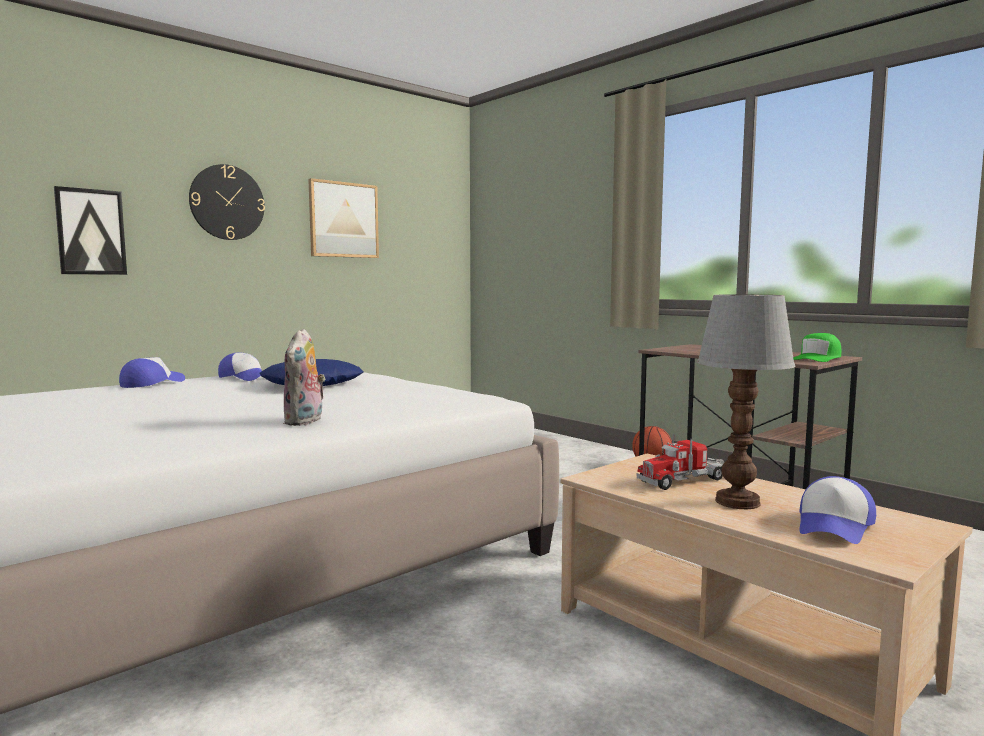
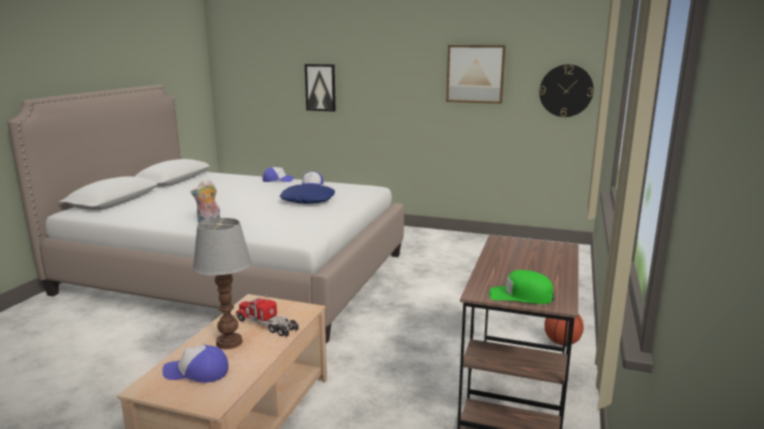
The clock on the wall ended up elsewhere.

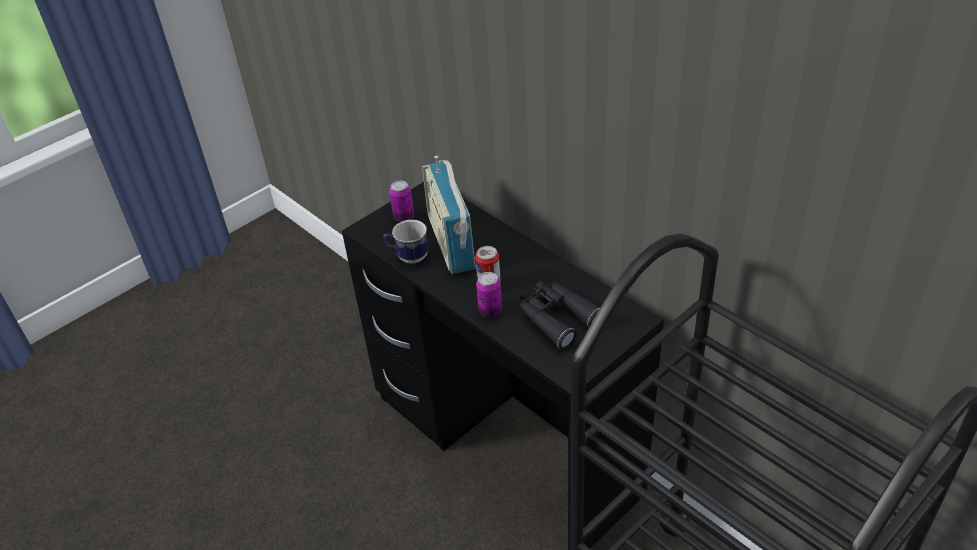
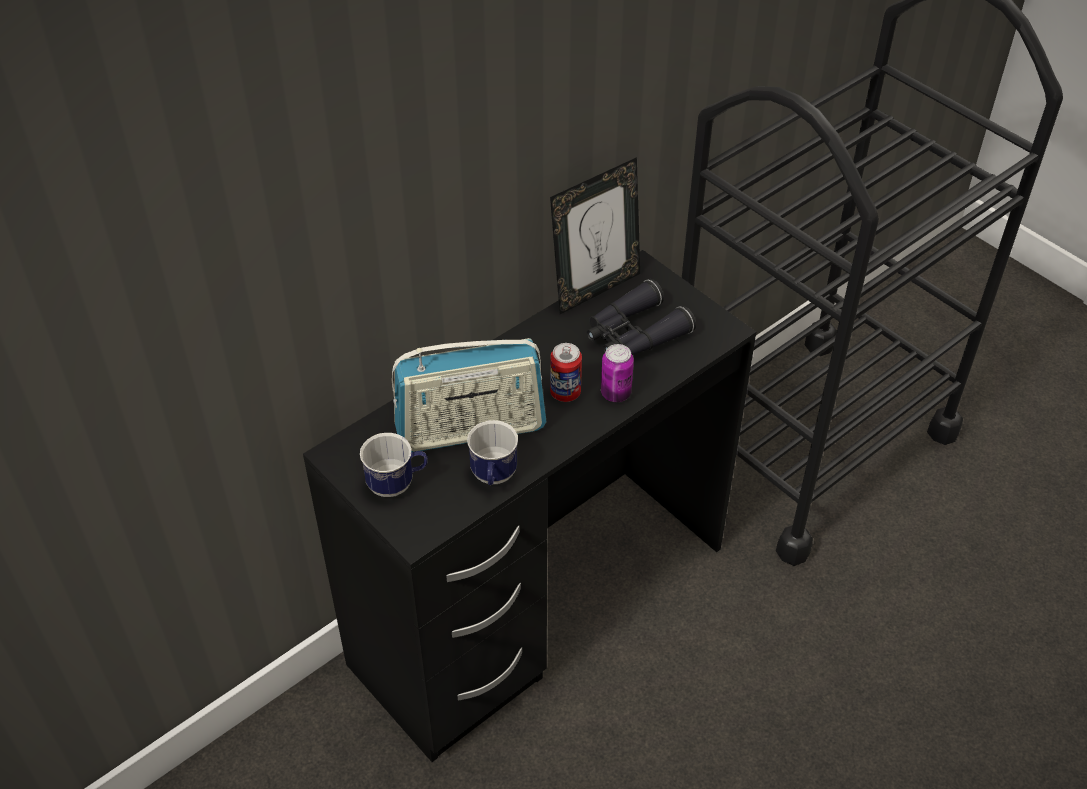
The second view gained the photo frame. Where the sealed can (1st from left) stood, the mug (1st from left) came to stand.

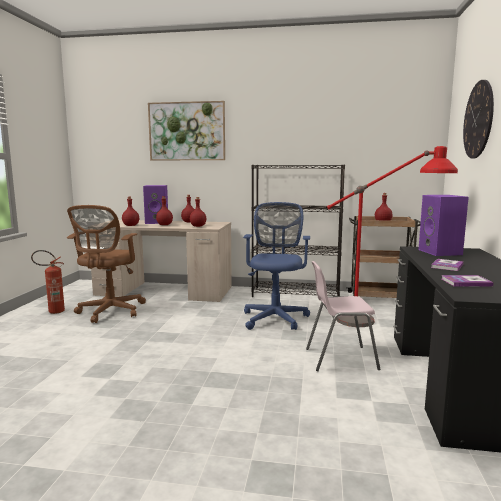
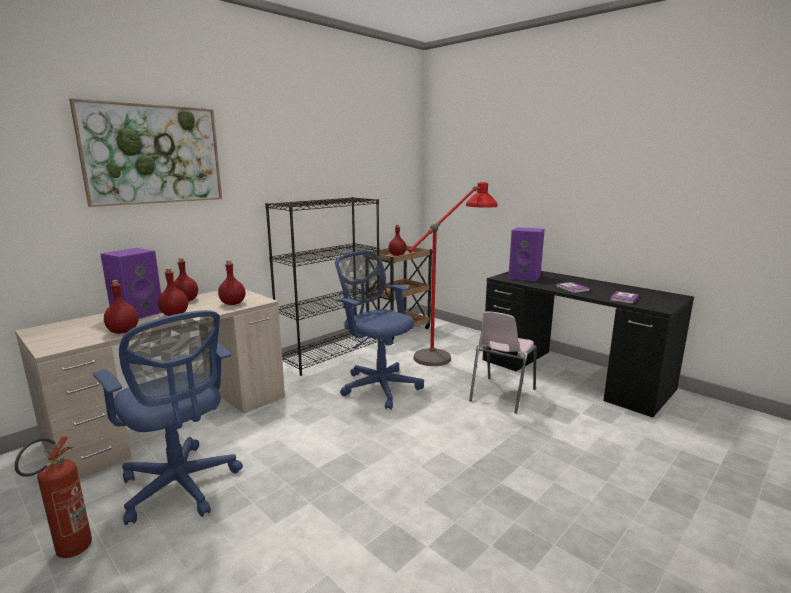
The second view lost the clock on the wall. What was the desk chair (brown-coloured) turned into the desk chair (blue-coloured) (1st from left).

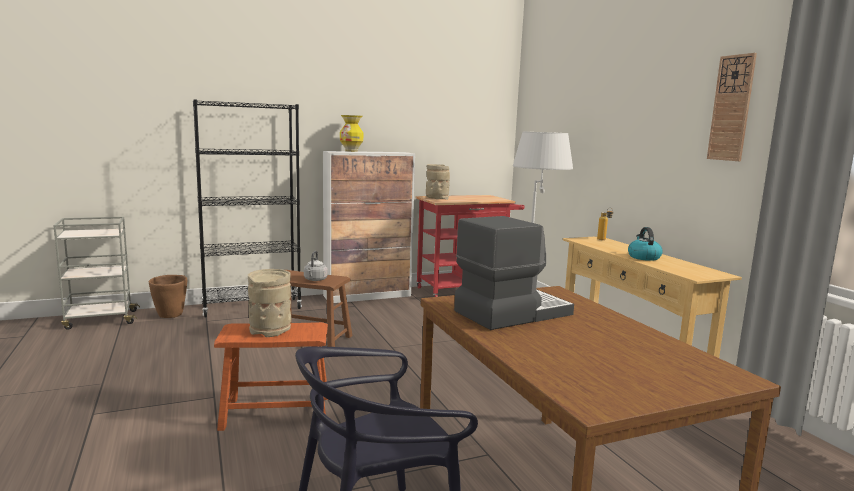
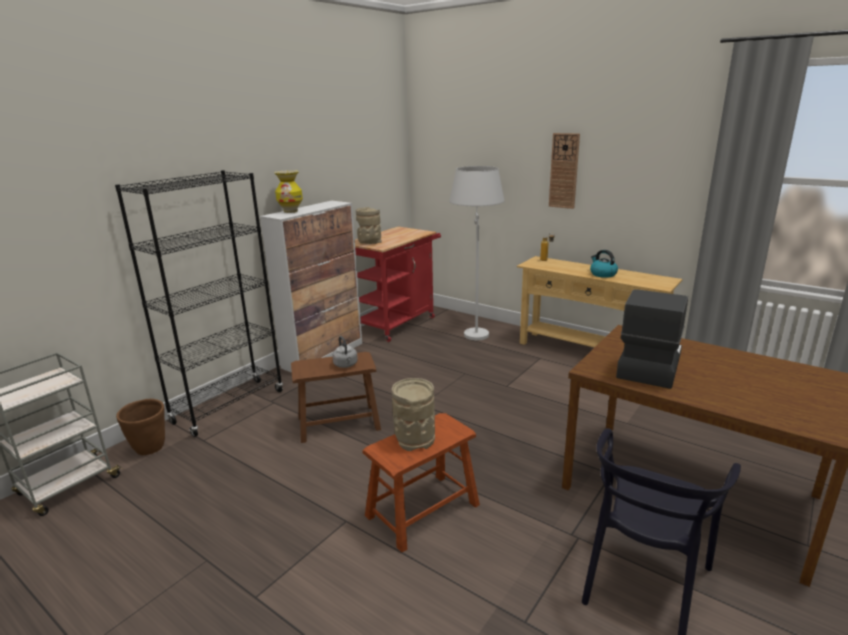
The clock on the wall ended up elsewhere.

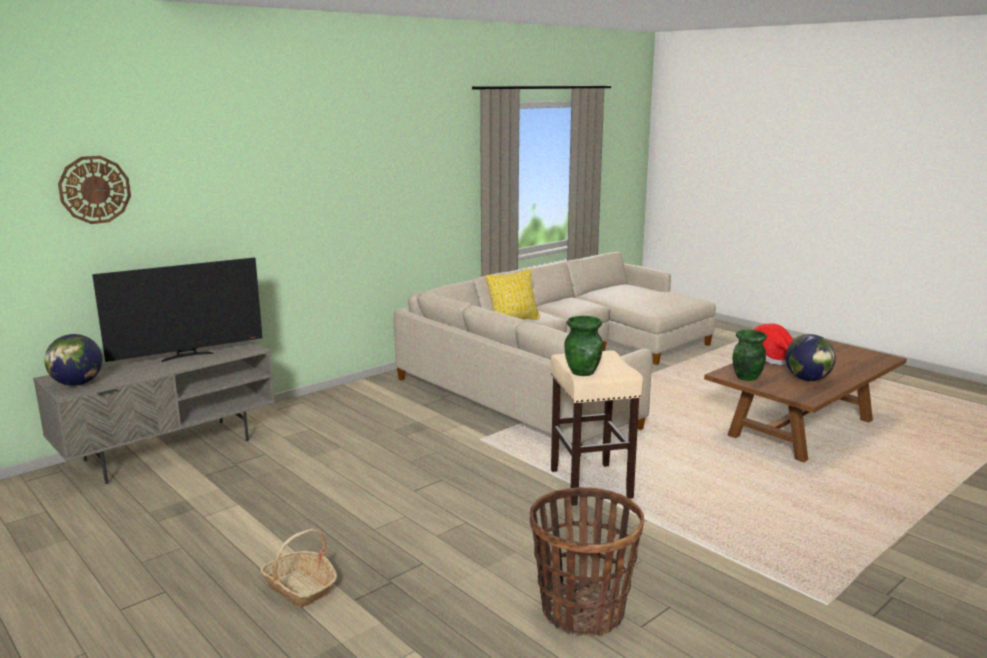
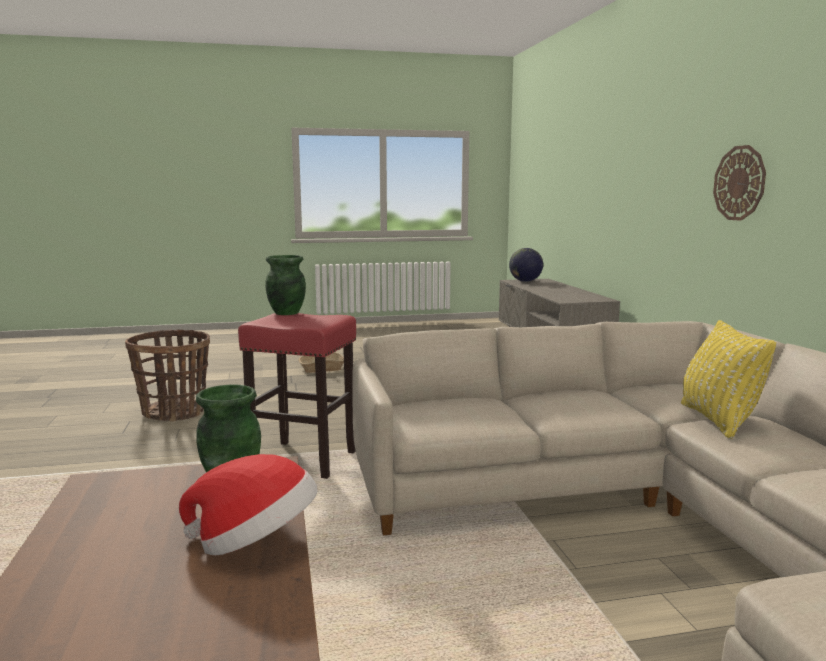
The second view lost the TV set. The second view lost the world globe (2nd from left). The clock on the wall ended up elsewhere. What was the stool seat (beige) turned into the stool seat (red).

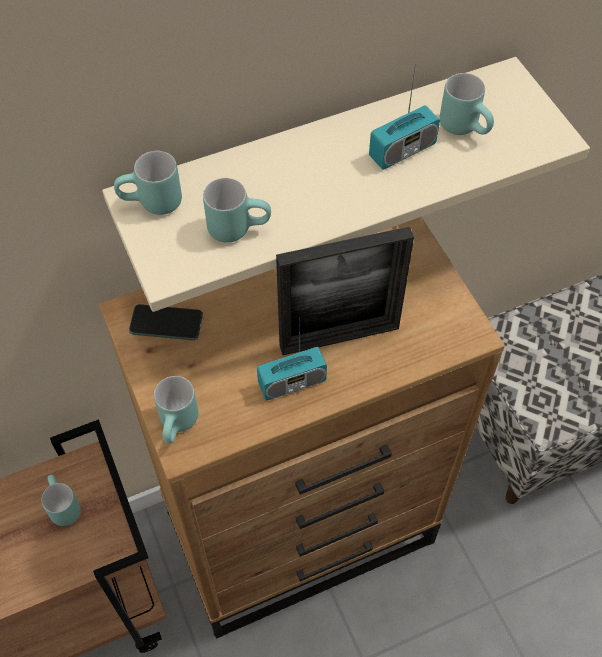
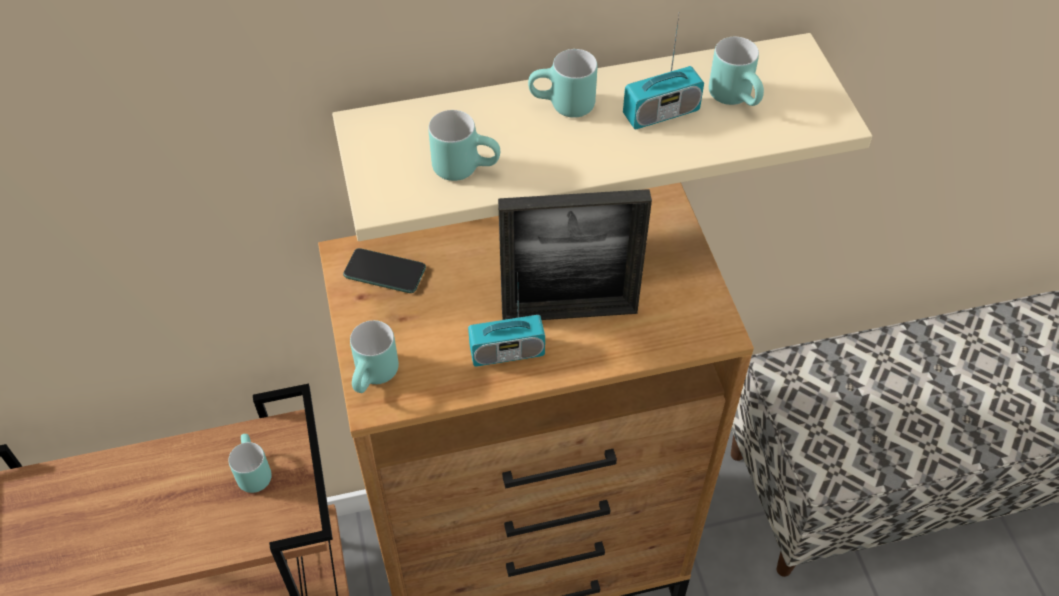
The mug (blue-green) (2nd from left in the first image) ended up elsewhere.

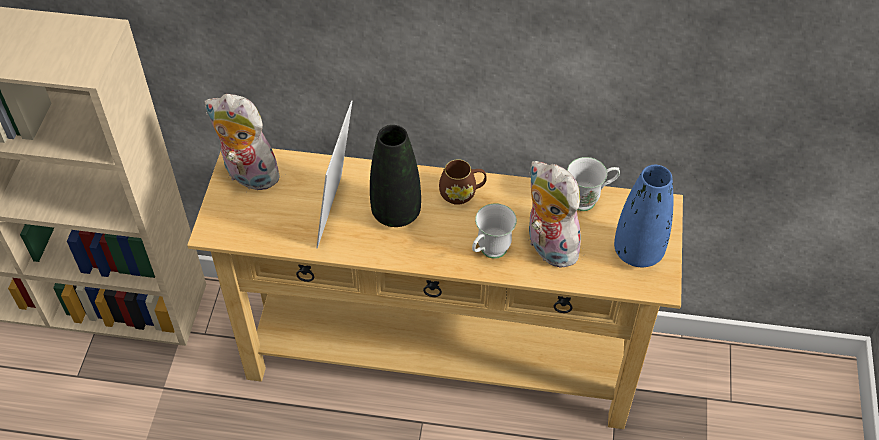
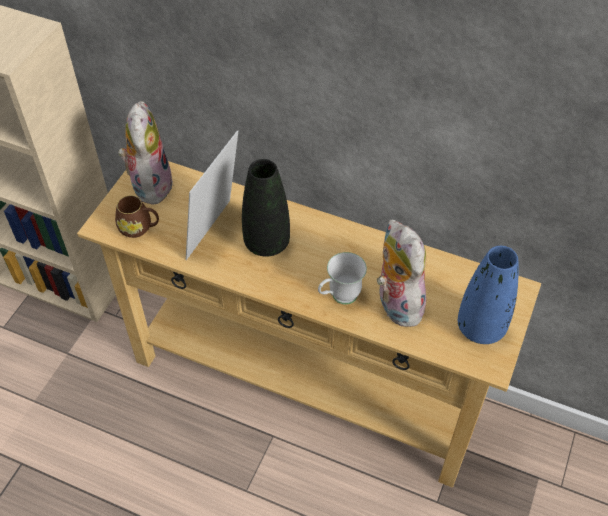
The second view lost the mug (white-coloured) (2nd from left). The mug (brown-coloured) ended up elsewhere. The cuddly toy (1st from left) ended up facing another way, 45 degrees clockwise from before.

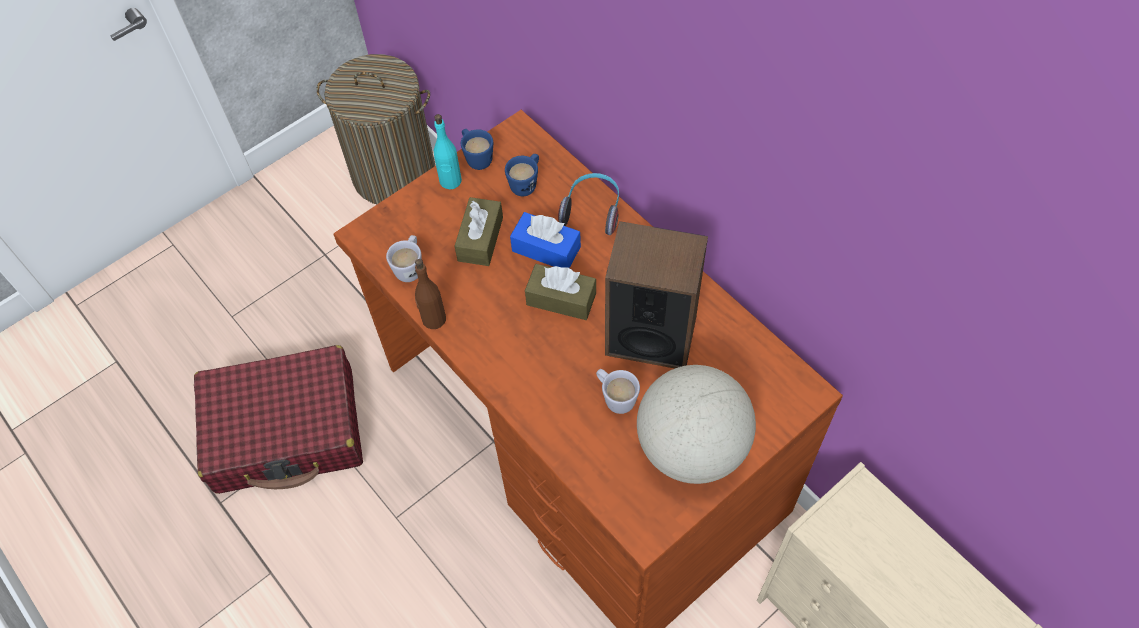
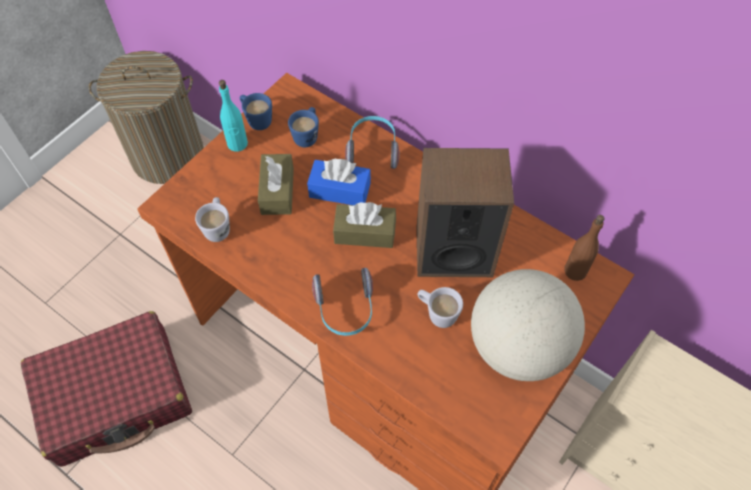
The second view gained the headset (1st from left). The drink bottle (brown-coloured) ended up elsewhere.

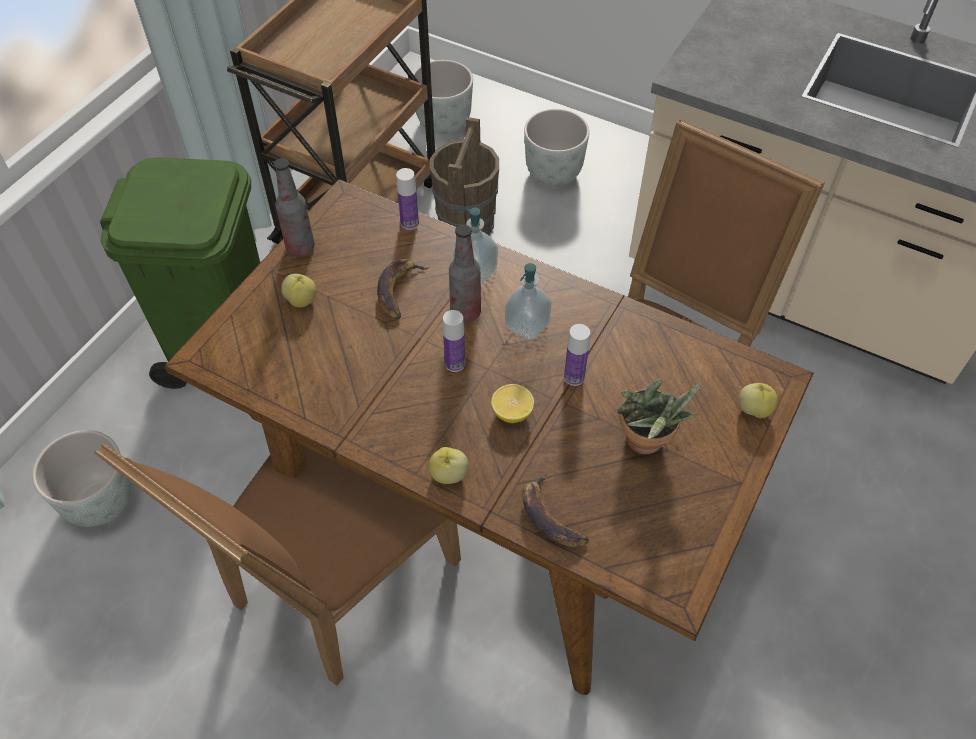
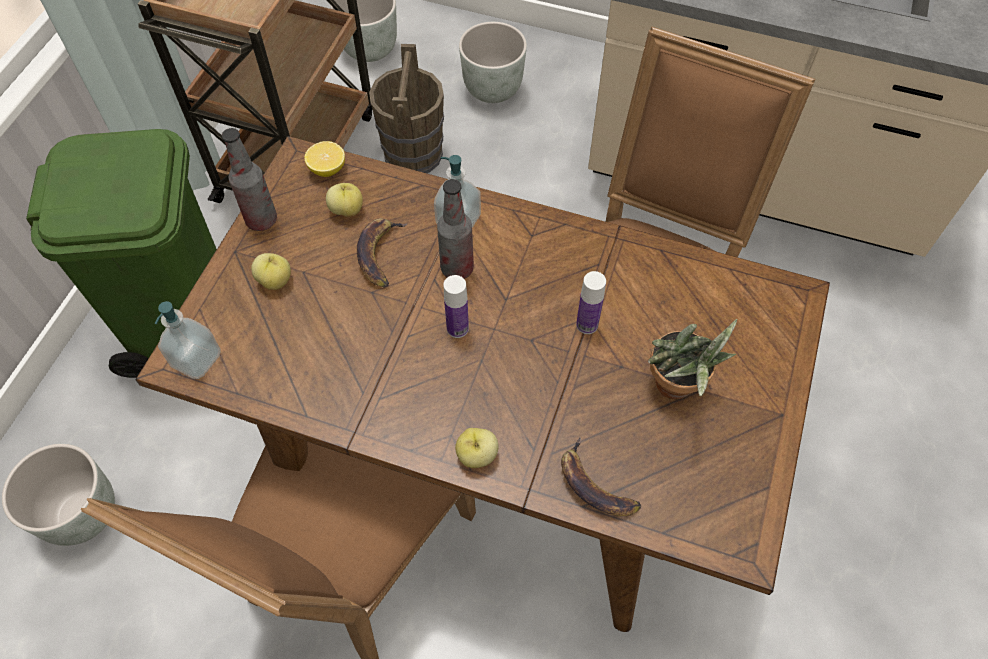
The second view lost the drink bottle (2nd from left). The whole lemon ended up elsewhere. The soap dispenser (2nd from left in the first image) ended up elsewhere. The apple (3rd from left in the first image) ended up elsewhere.

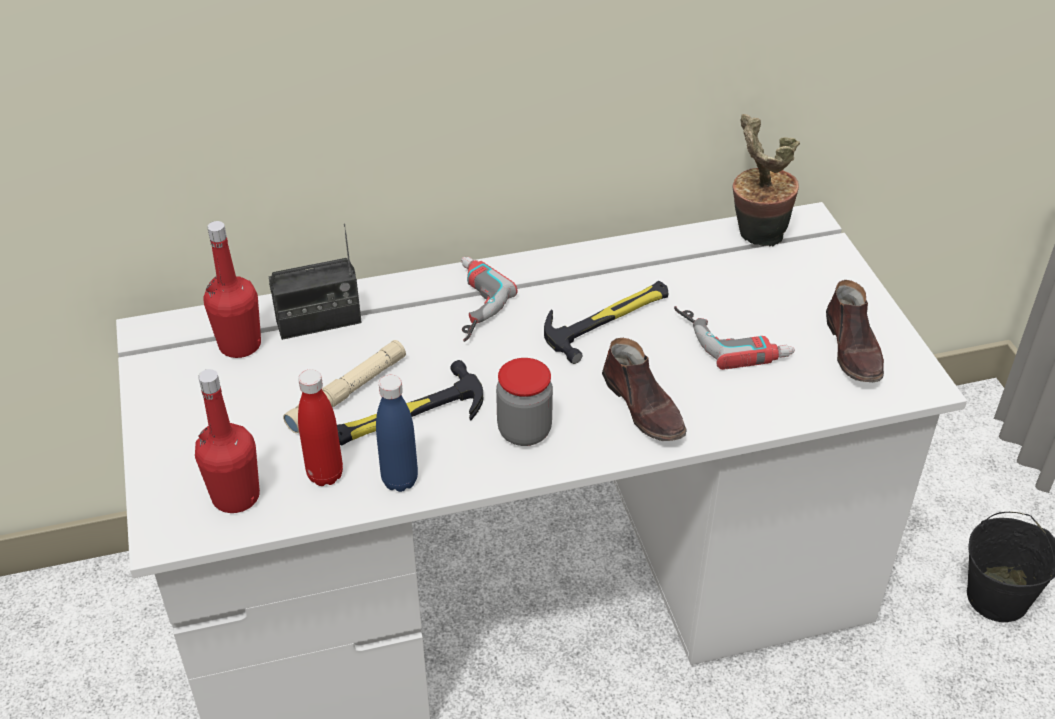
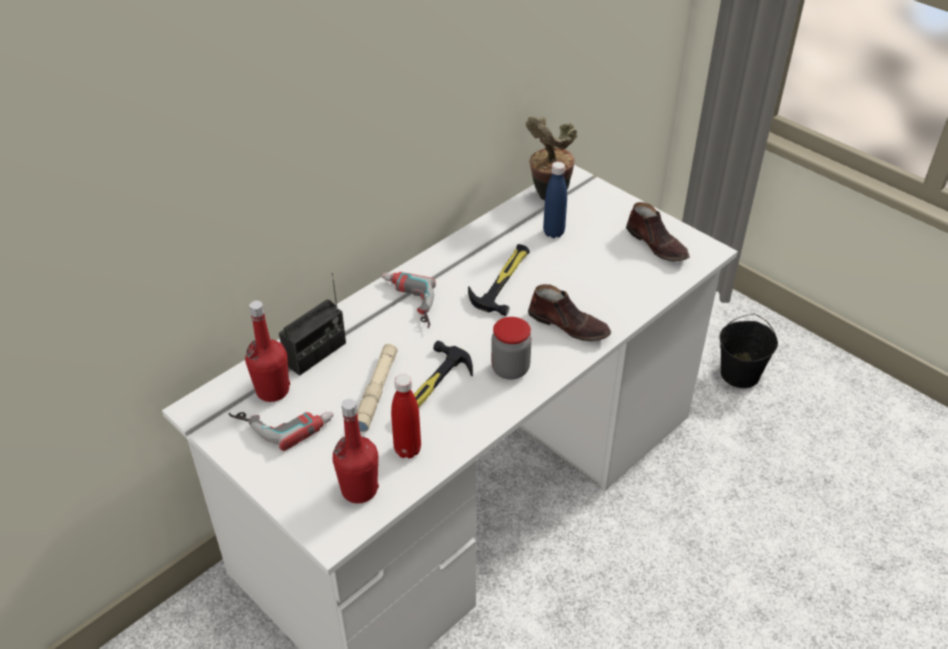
The drink bottle (blue-coloured) ended up elsewhere. The power drill (2nd from left in the first image) ended up elsewhere.

